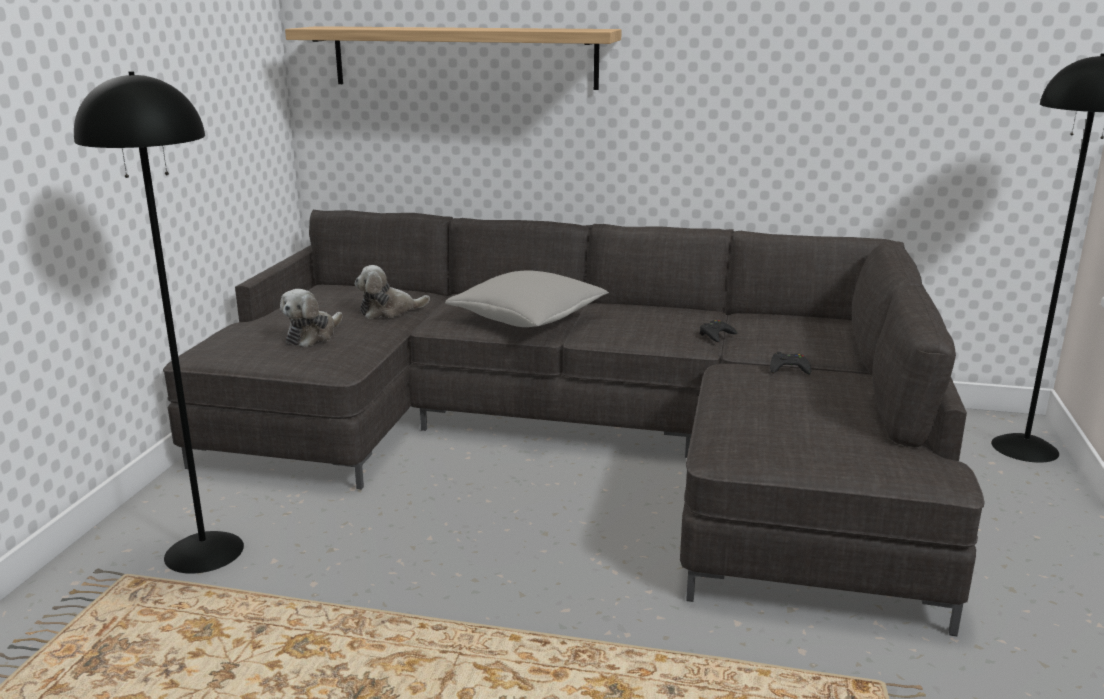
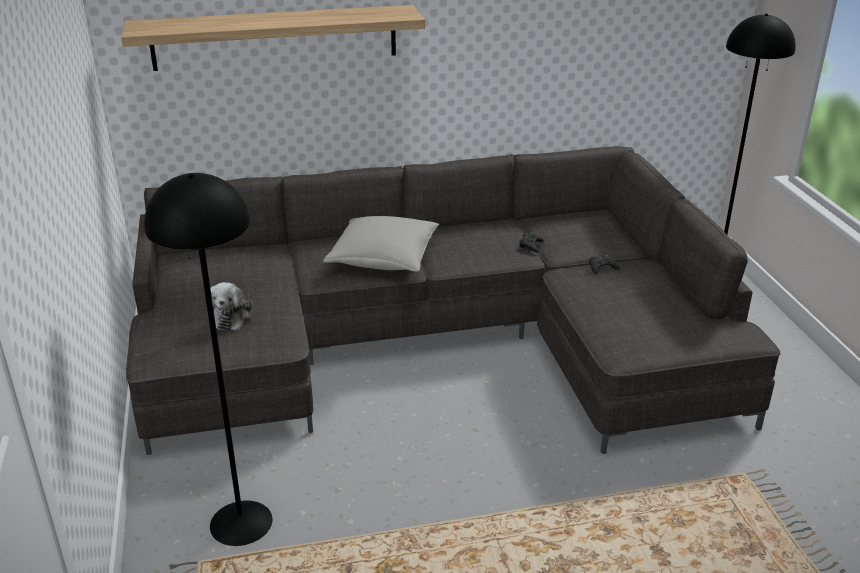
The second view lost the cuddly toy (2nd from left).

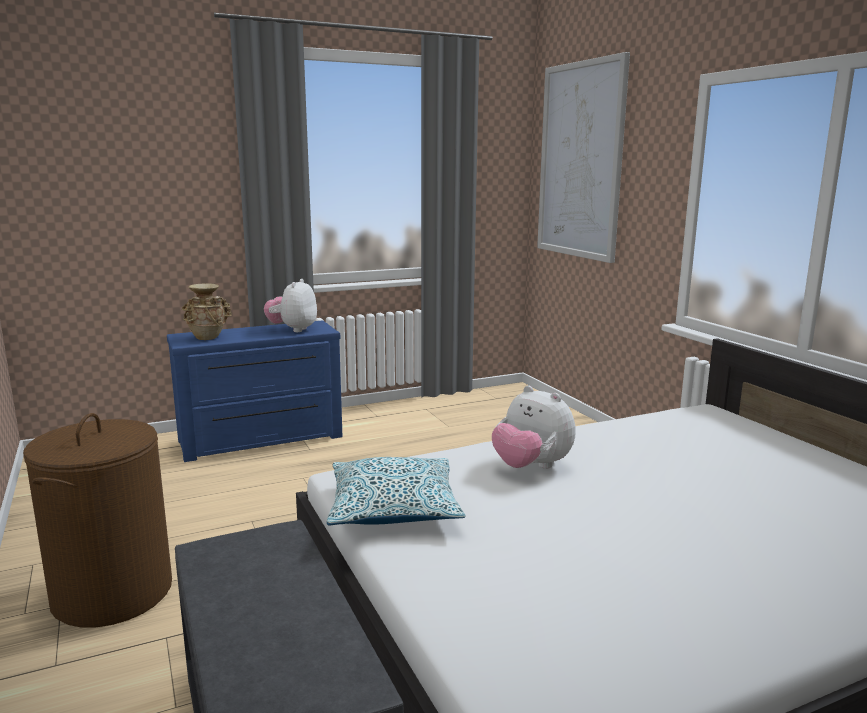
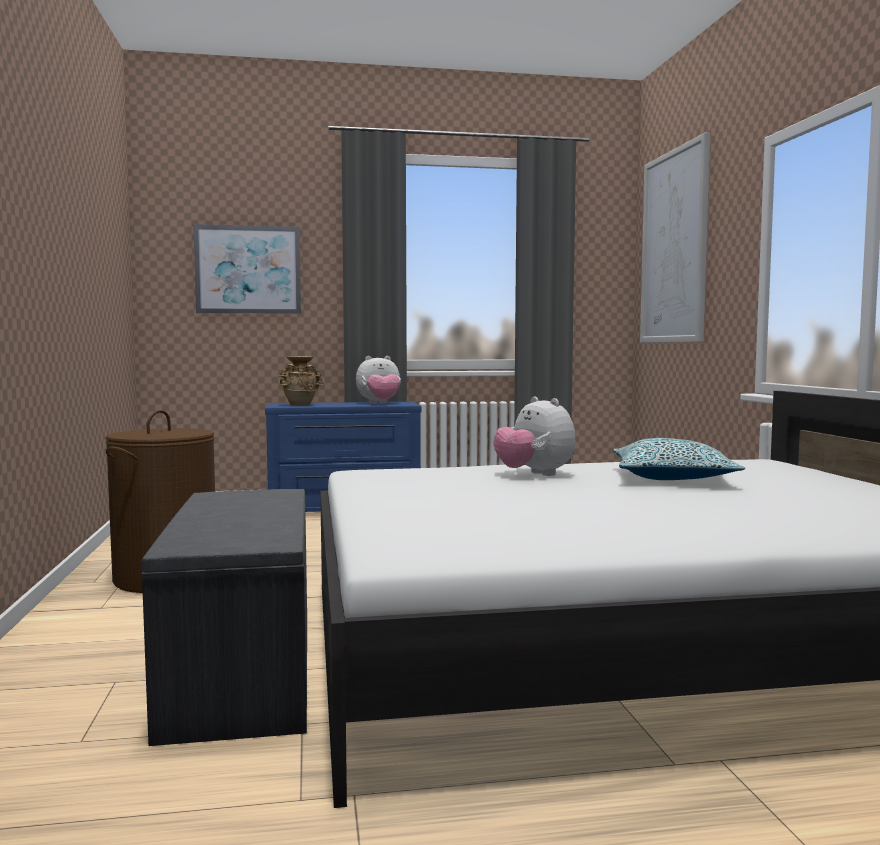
The second view gained the picture (1st from left). The cushion ended up elsewhere. The cuddly toy (1st from left) ended up facing another way, 135 degrees counterclockwise from before.

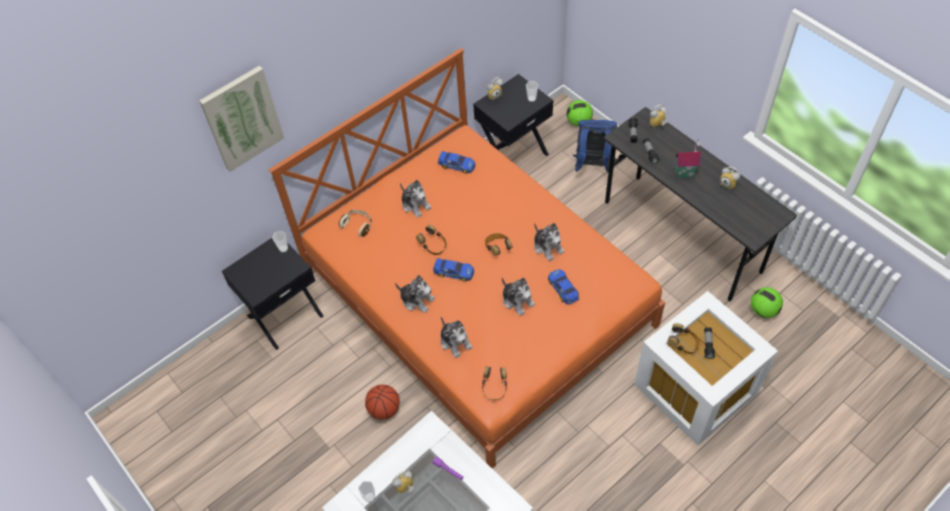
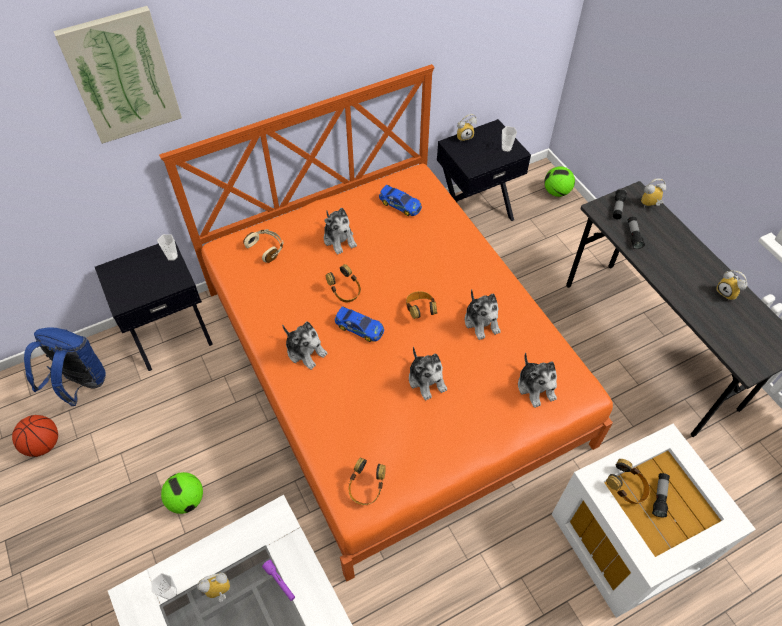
The second view lost the miniature car (3rd from left). The second view lost the miniature house. The basketball ended up elsewhere. The cuddly toy (3rd from left in the first image) ended up elsewhere. The rucksack (blue-coloured) ended up elsewhere. The football (2nd from left in the first image) ended up elsewhere.

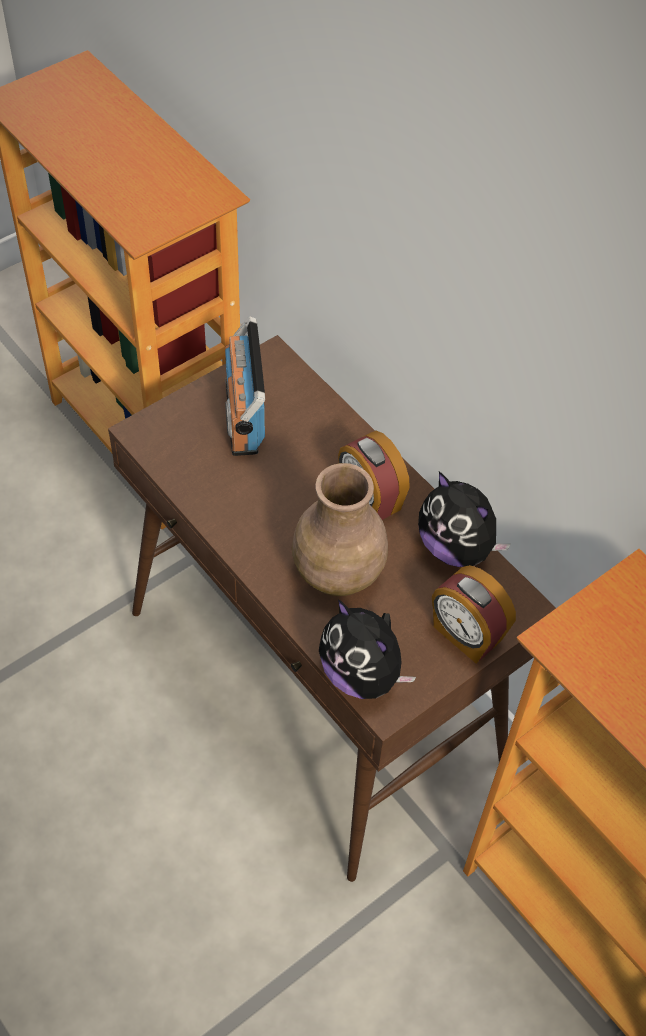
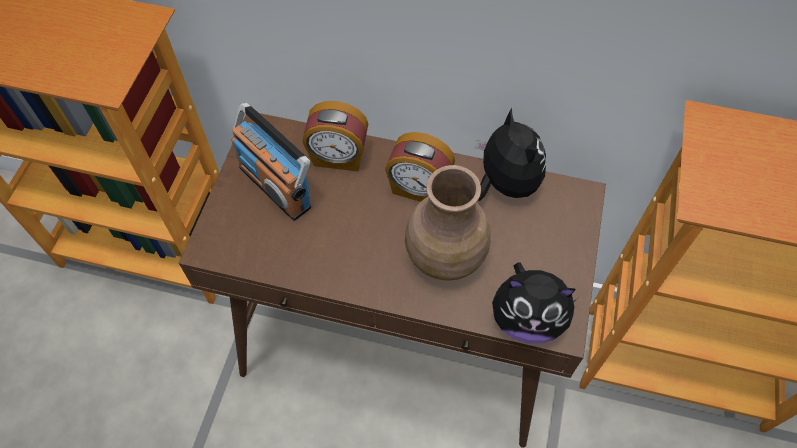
The table clock (2nd from left in the first image) ended up elsewhere. The cuddly toy (2nd from left in the first image) ended up facing another way, 120 degrees counterclockwise from before.

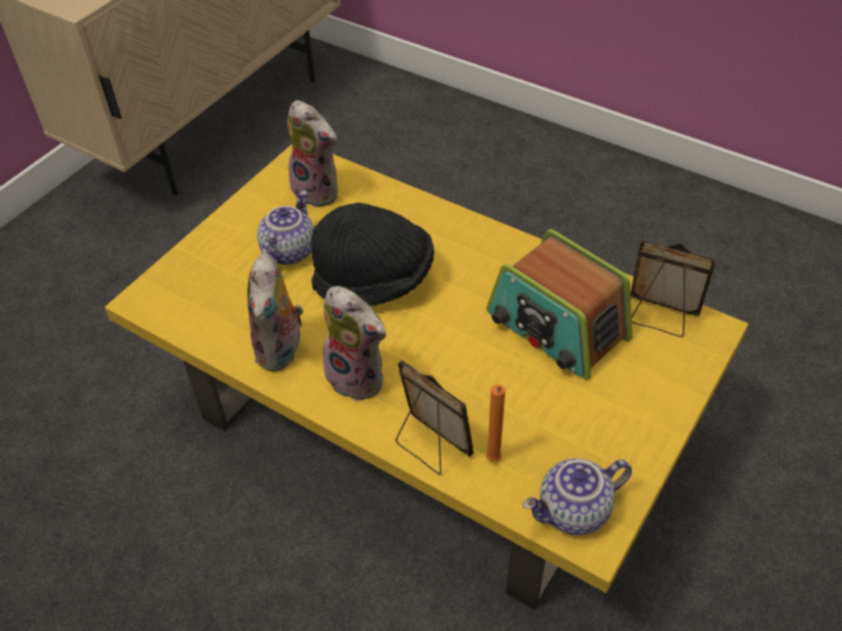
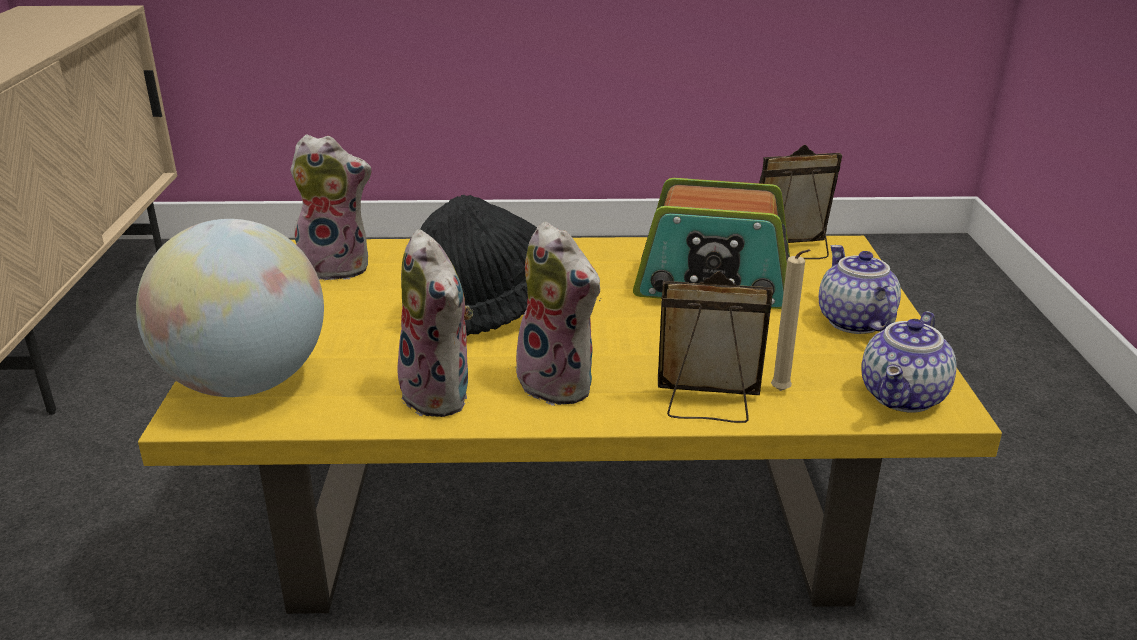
The second view gained the world globe. The tea pot (1st from left) ended up elsewhere. What was the candle (orange) turned into the candle (beige). The cuddly toy (3rd from left) ended up facing another way, 45 degrees clockwise from before.

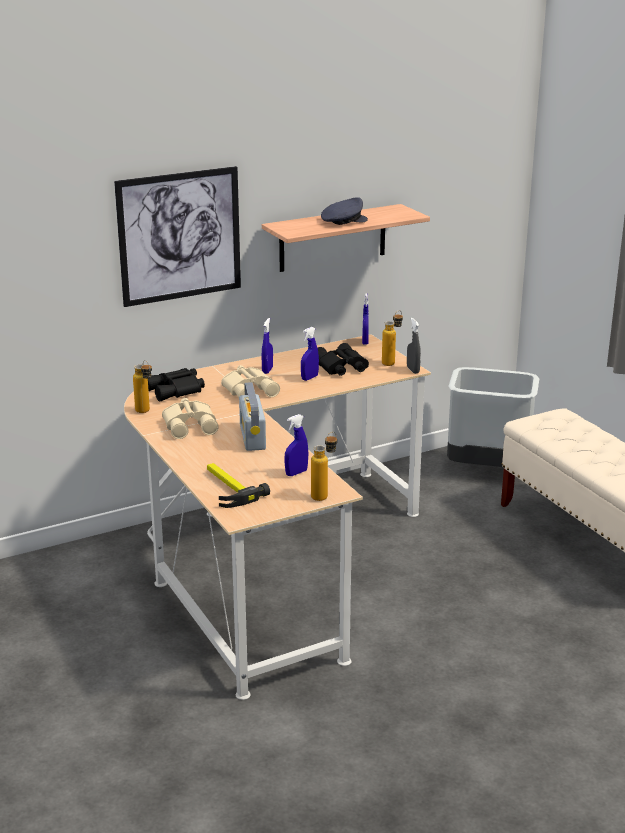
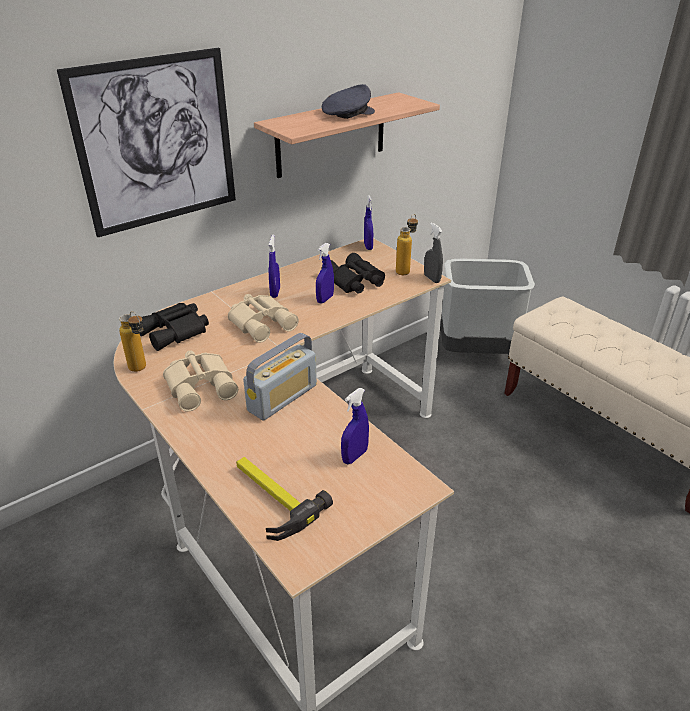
The second view lost the drink bottle (2nd from left). The radio receiver ended up facing another way, 120 degrees counterclockwise from before.

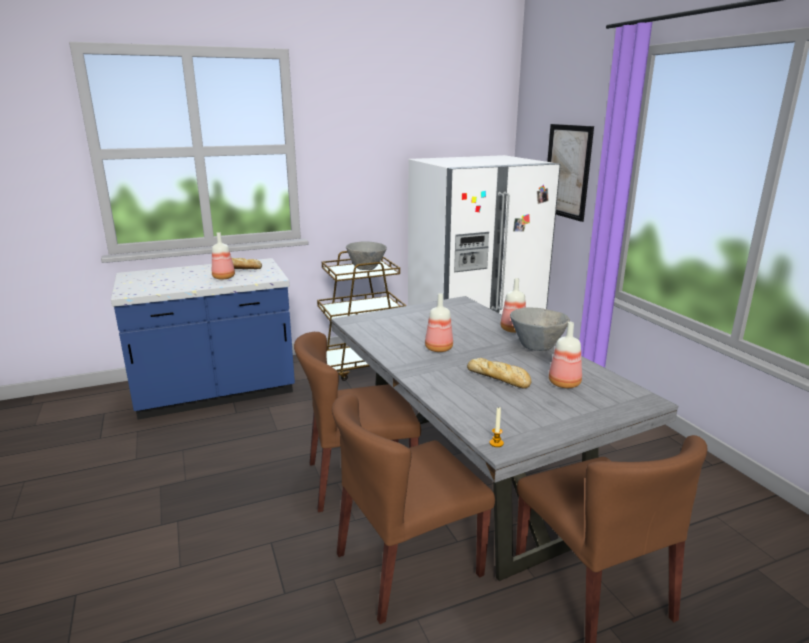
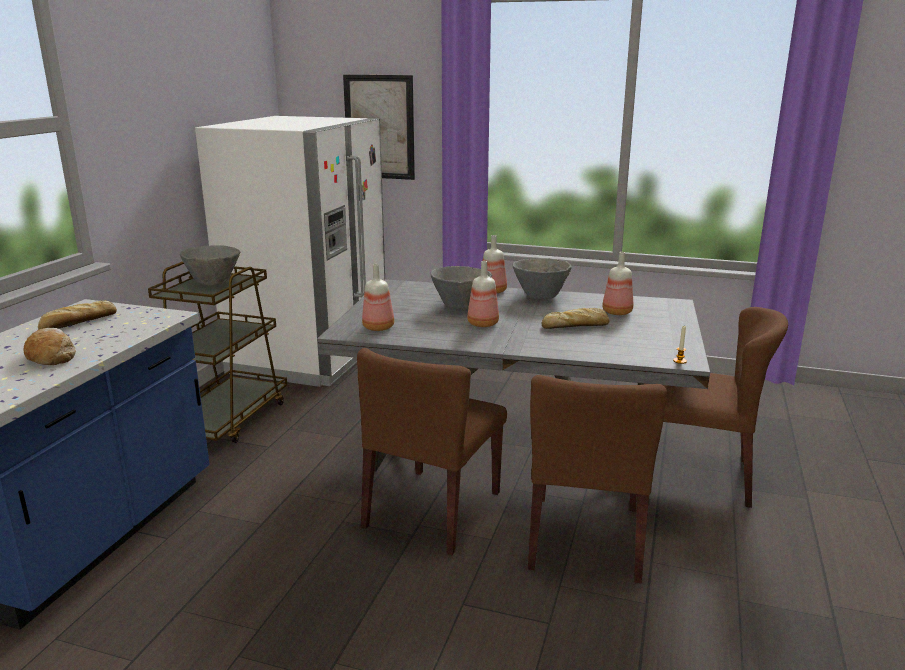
The second view gained the bakery bread (1st from left). The second view gained the deep dish (gray) (2nd from left). The drink bottle (1st from left) ended up elsewhere.

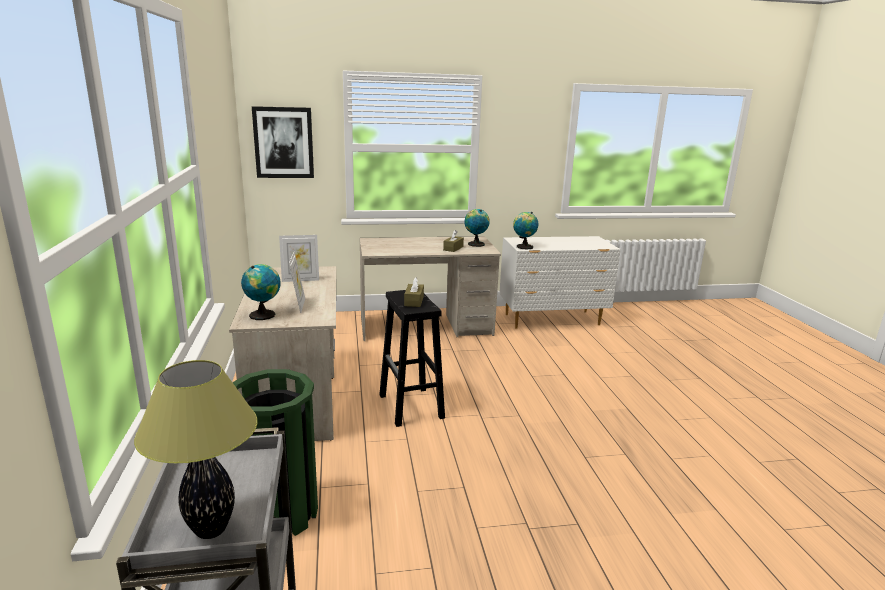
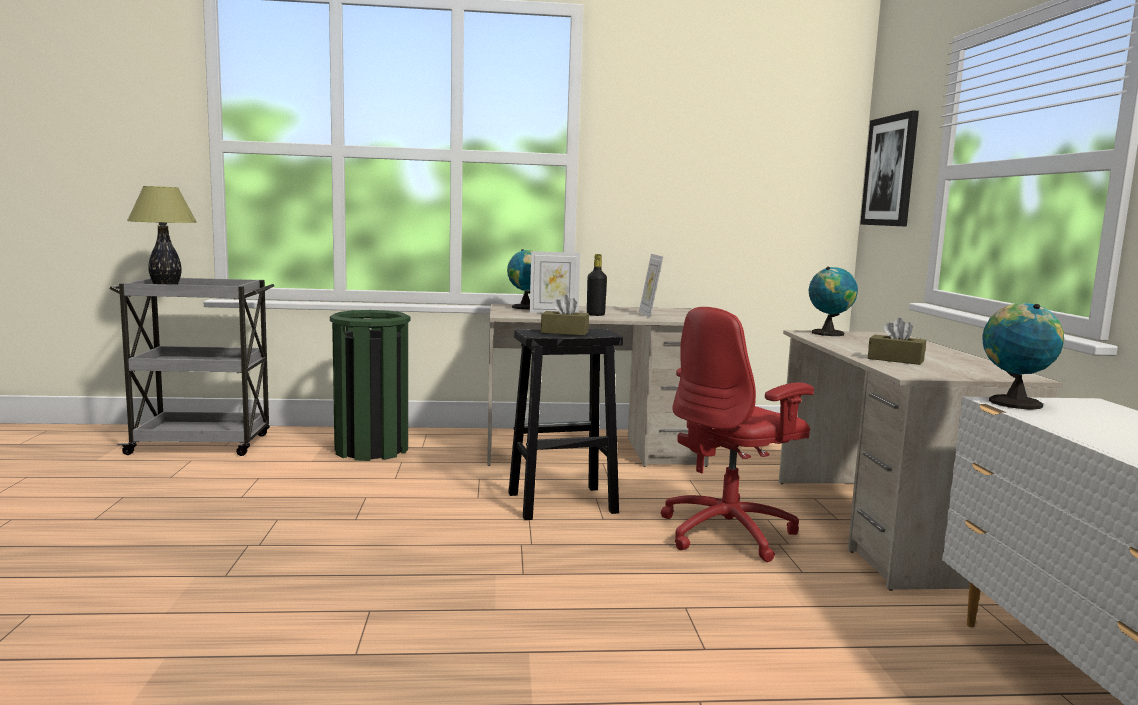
The second view gained the drink bottle (black). The second view gained the desk chair (red). The world globe (2nd from left) ended up elsewhere.

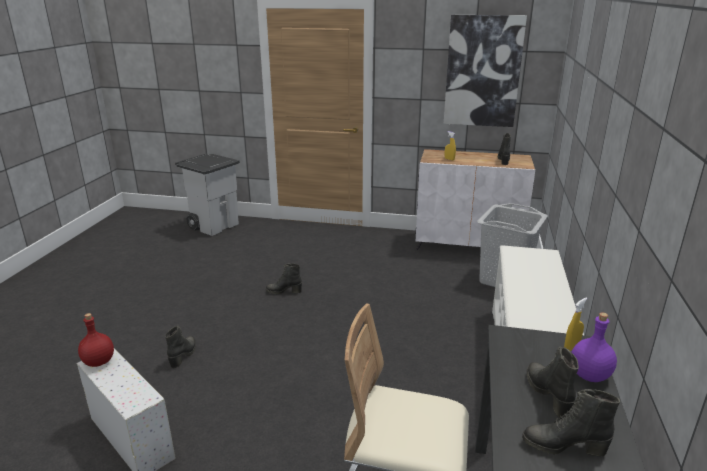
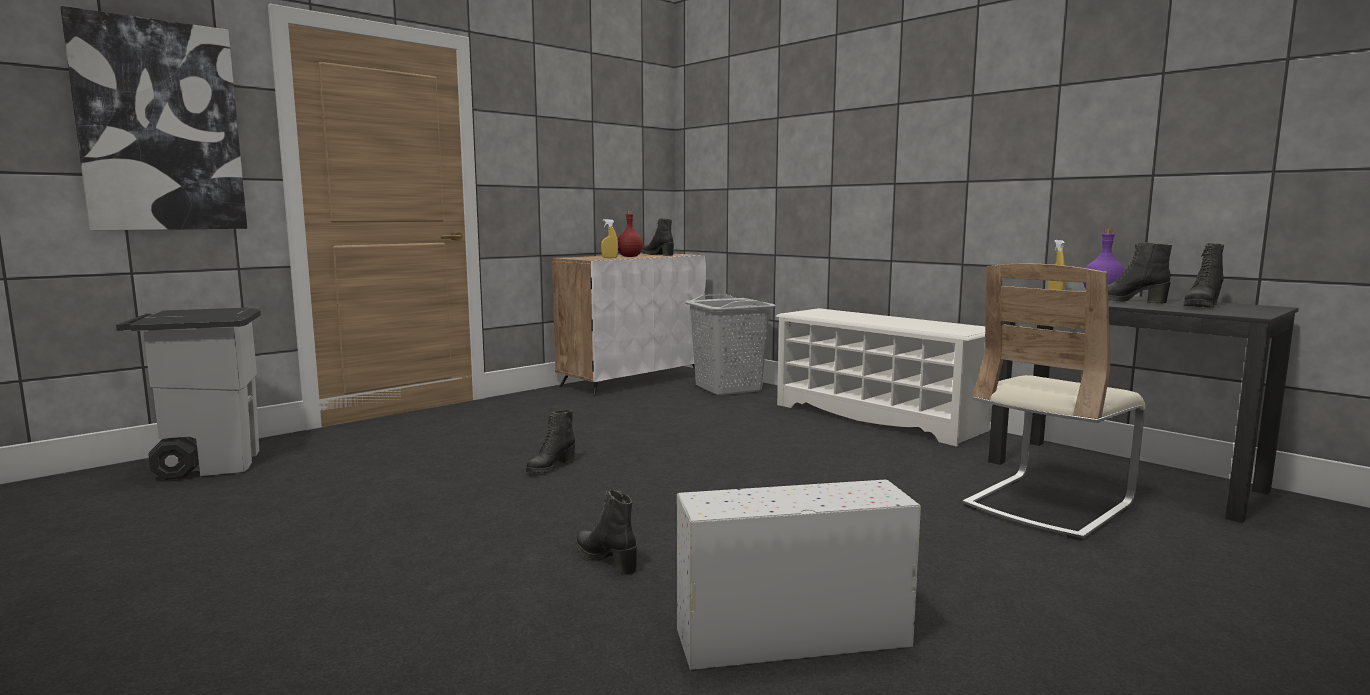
The drink bottle (red) ended up elsewhere. The picture ended up elsewhere.

